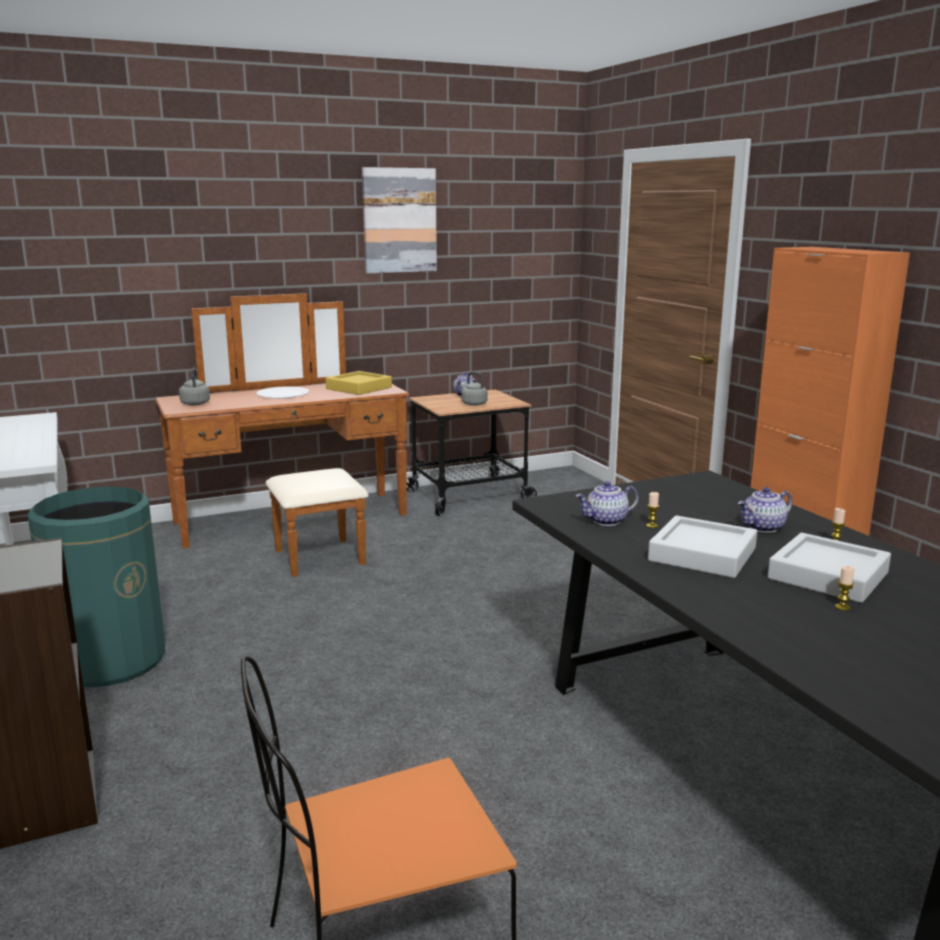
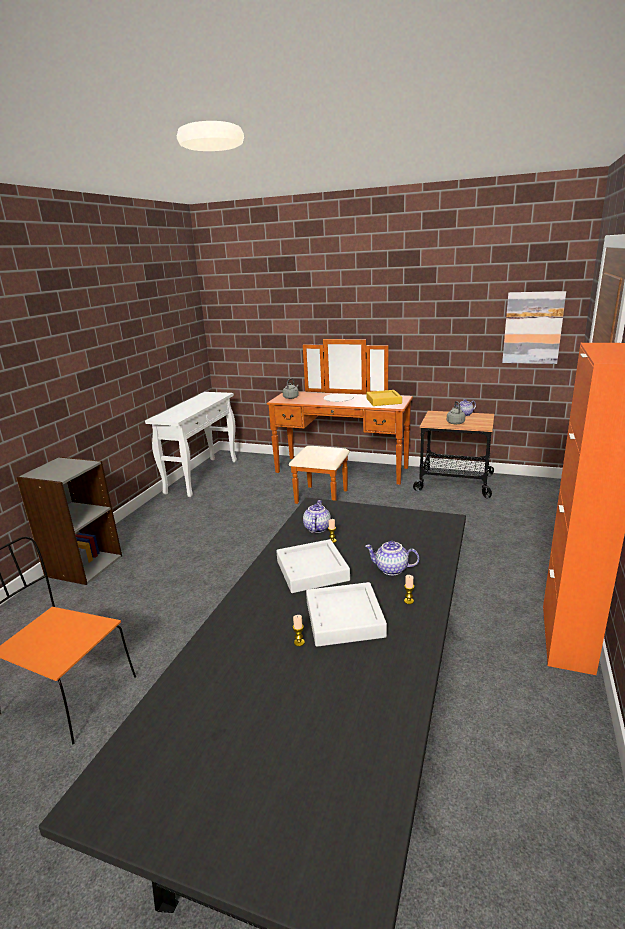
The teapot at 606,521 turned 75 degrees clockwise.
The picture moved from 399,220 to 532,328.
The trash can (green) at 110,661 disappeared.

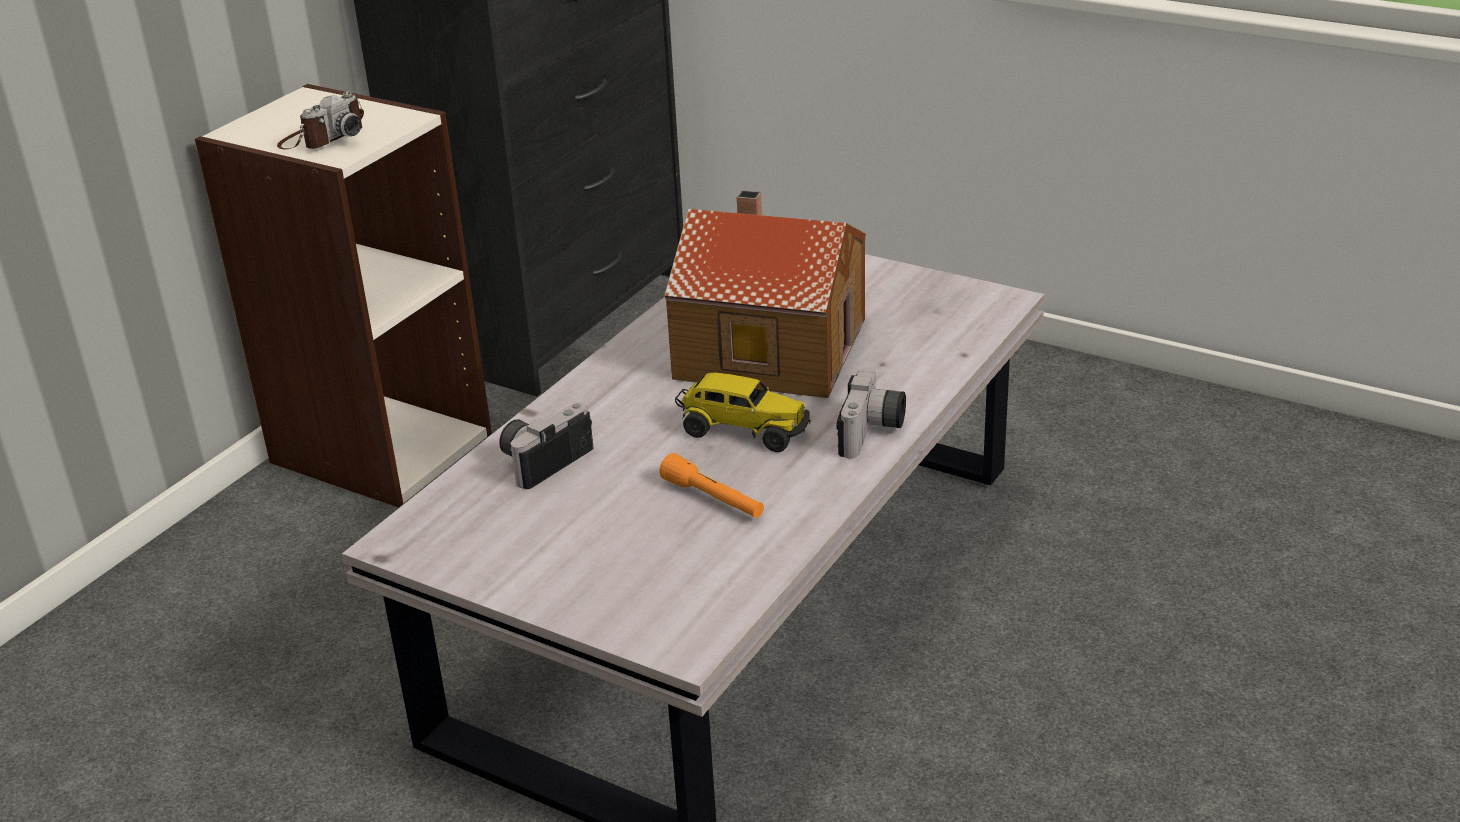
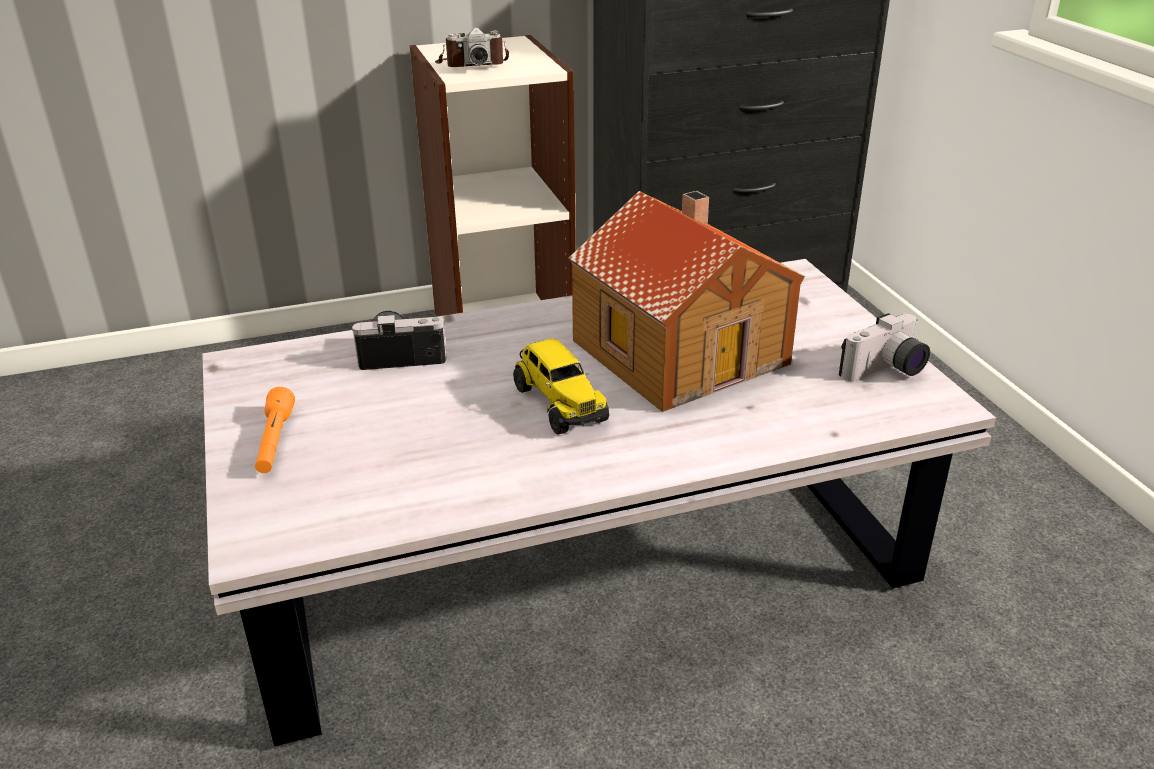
The flashlight (orange) moved from 713,499 to 275,442.
The photo camera moved from 873,433 to 886,371.

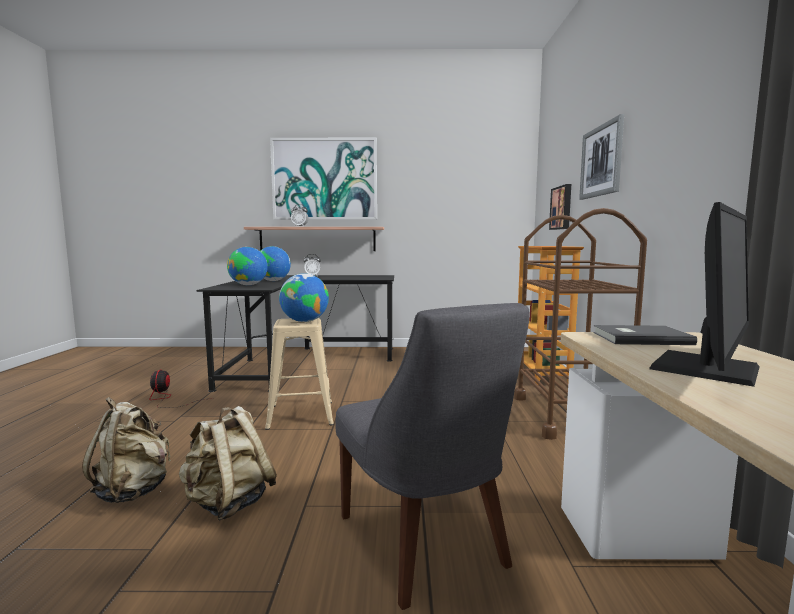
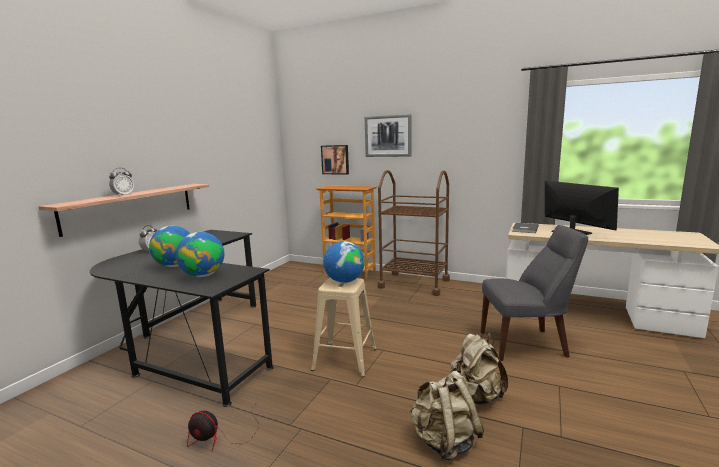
The picture at 325,179 disappeared.

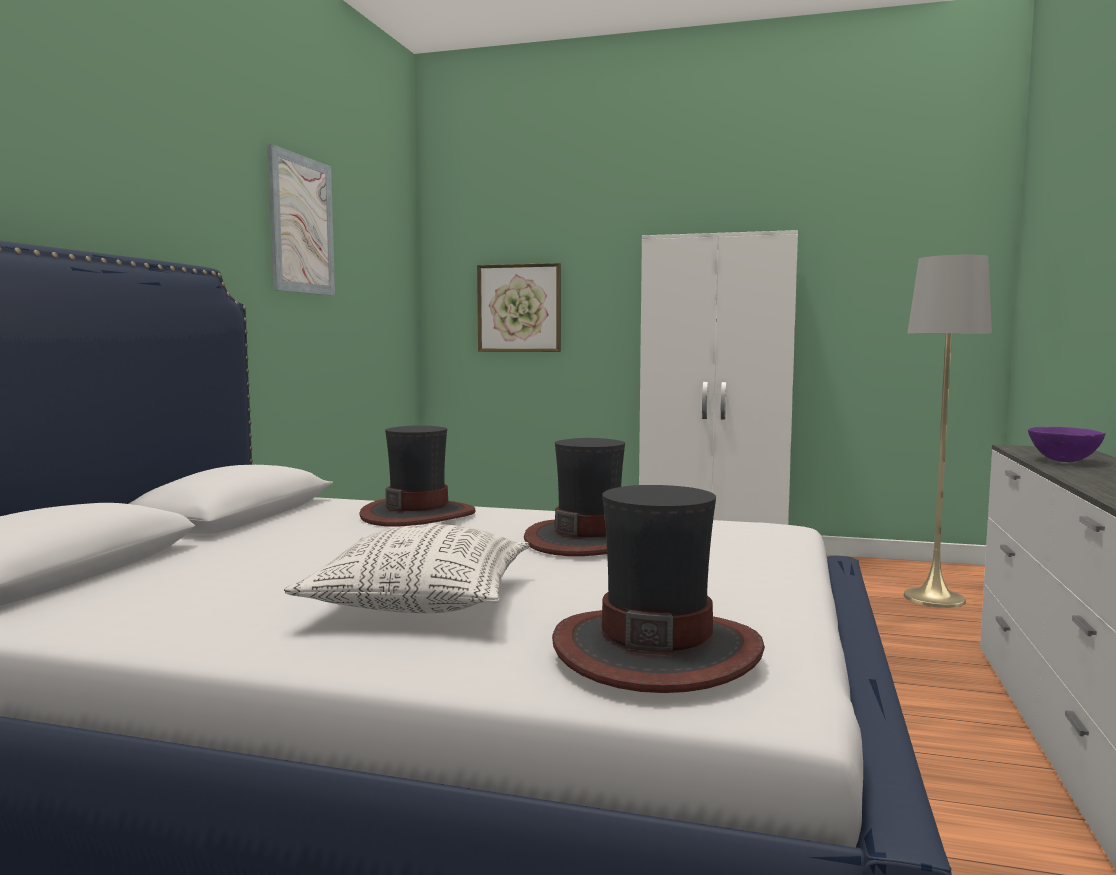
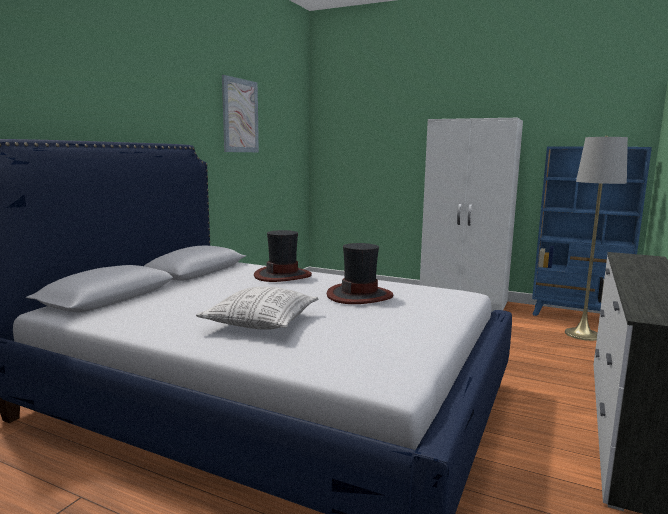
The bookcase (blue) at 577,316 appeared.
The picture at 519,308 disappeared.
The hat at 656,649 disappeared.
The bowl (purple) at 1062,461 disappeared.

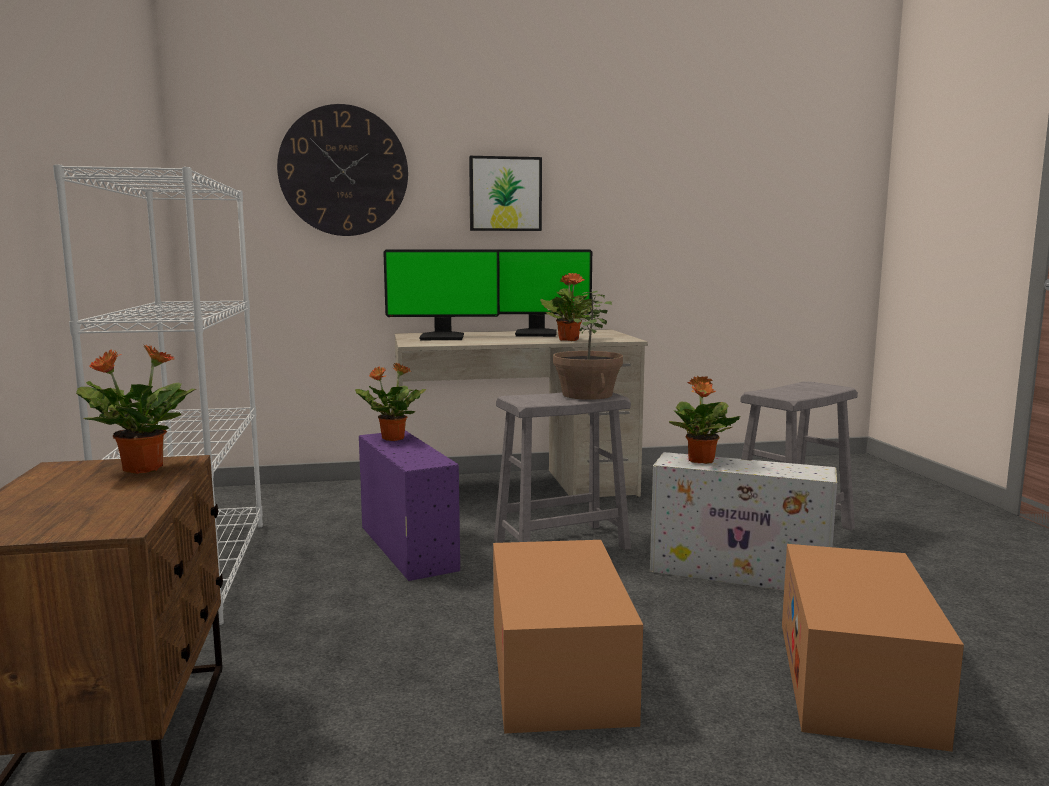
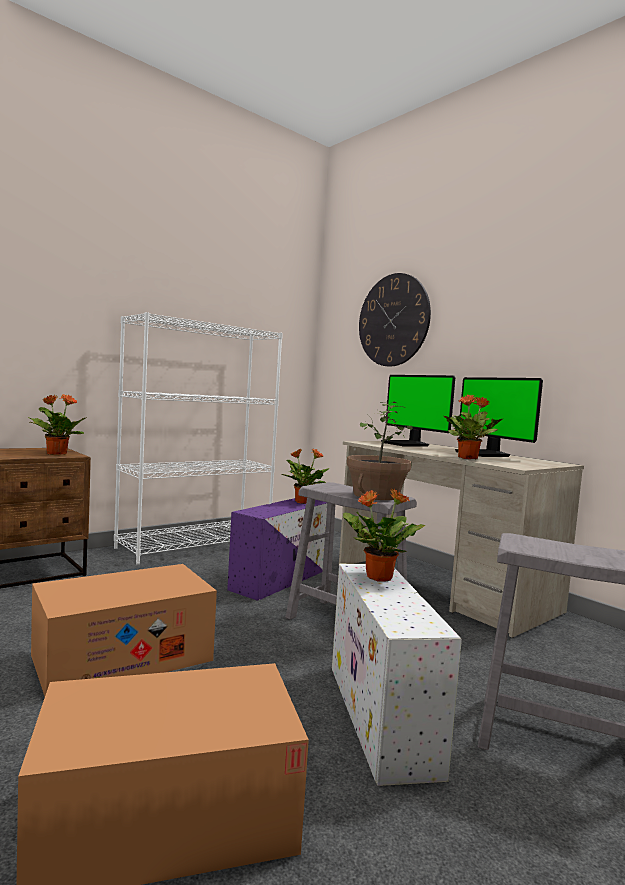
The picture at 505,194 disappeared.

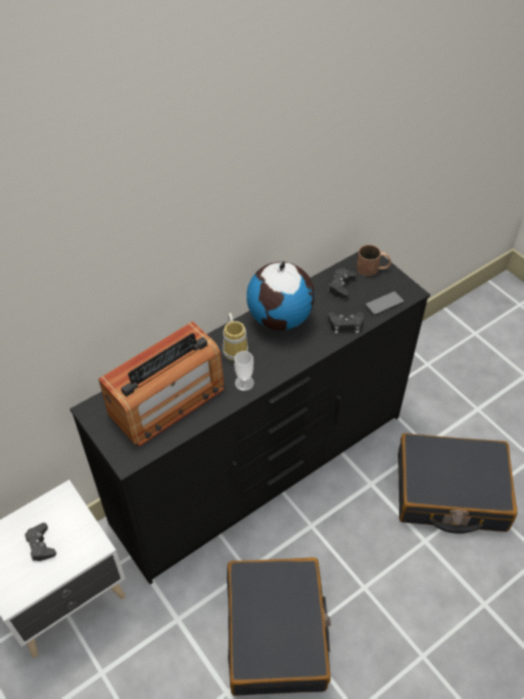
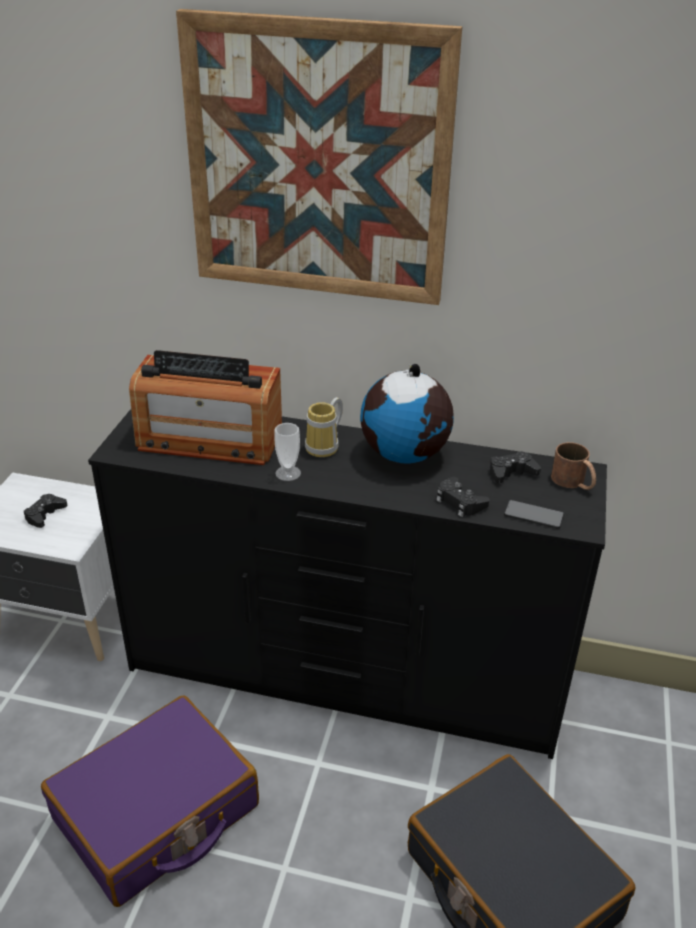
The suitcase (black) at 276,632 became the suitcase (purple) at 156,813.
The picture at 317,163 appeared.

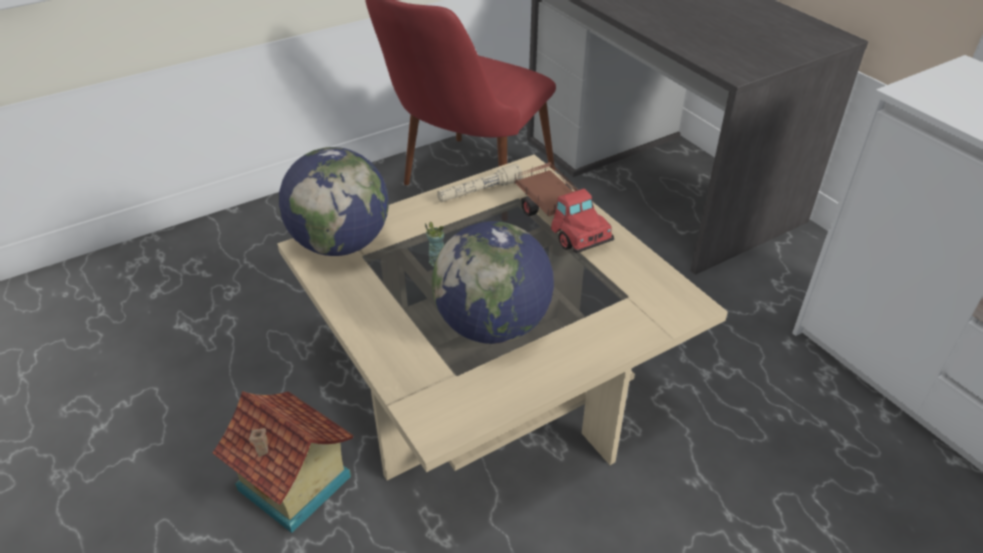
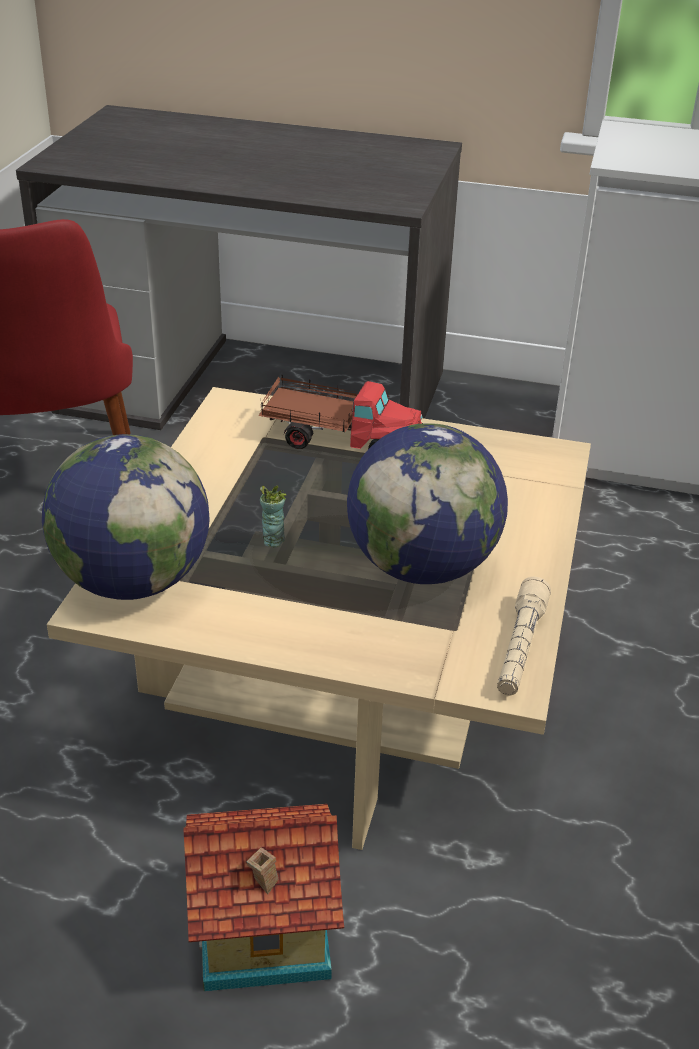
The flashlight (beige) moved from 479,191 to 520,648.

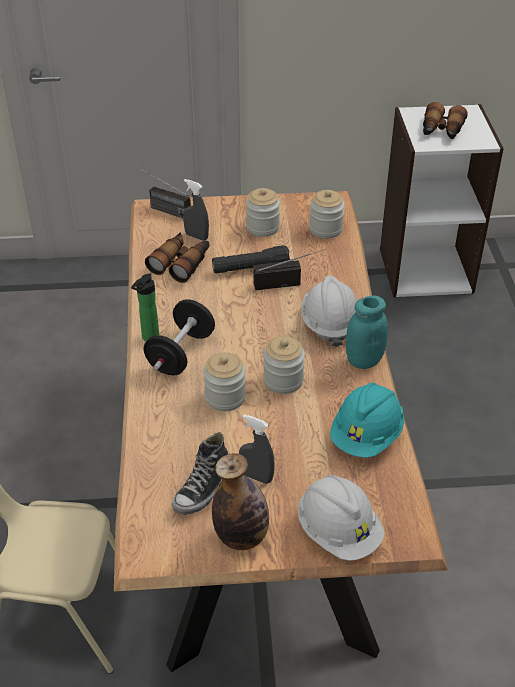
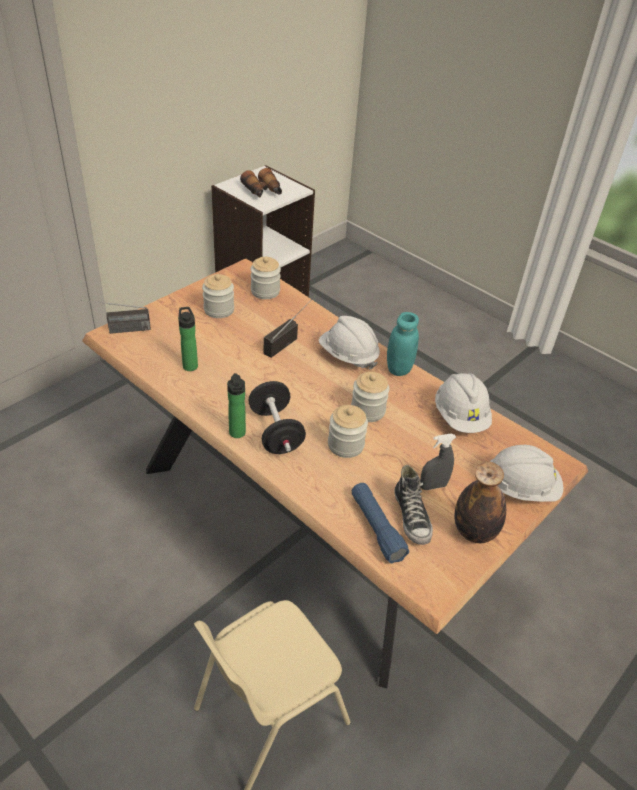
The binoculars at 181,263 was replaced by the bottle at 190,365.
The flashlight (blue) at 376,528 appeared.
The hard hat (turquoise) at 366,436 became the hard hat (white) at 460,417.
The spray bottle (grey) at 196,236 disappeared.
The flashlight (black) at 250,268 disappeared.

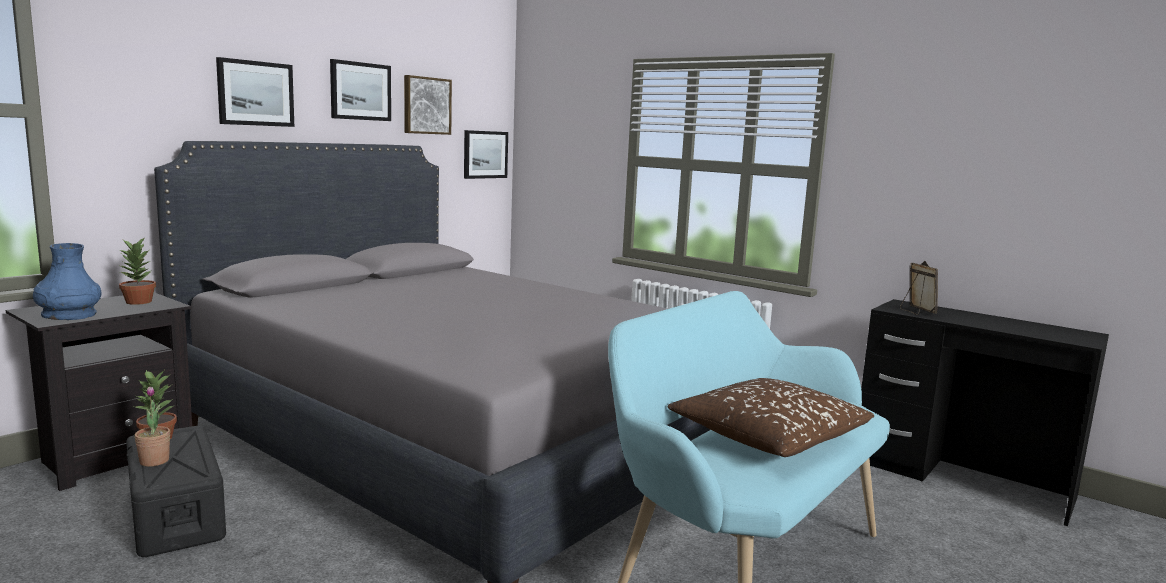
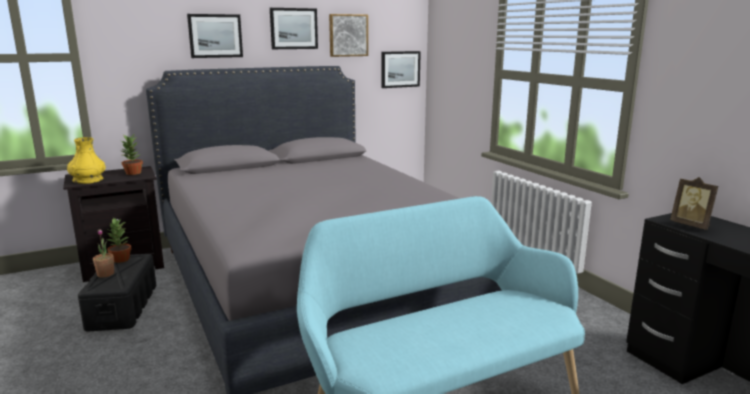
The vase (blue) at 69,315 became the vase (yellow) at 88,180.
The picture frame at 916,311 turned 135 degrees clockwise.
The pillow (brown) at 768,436 disappeared.

